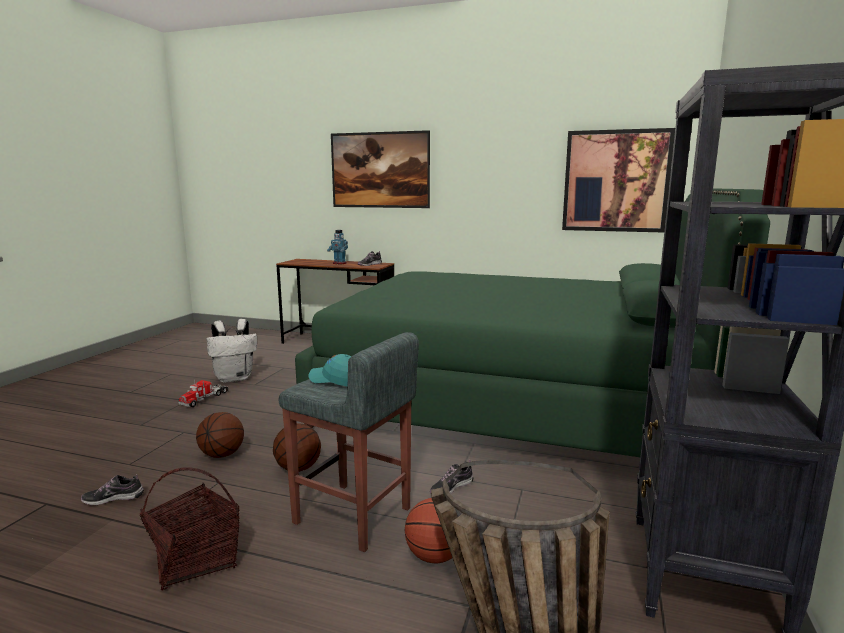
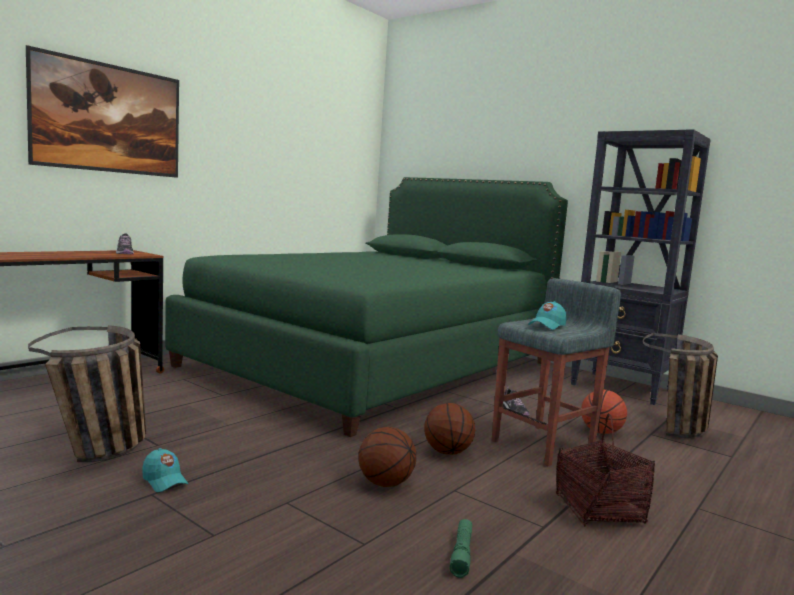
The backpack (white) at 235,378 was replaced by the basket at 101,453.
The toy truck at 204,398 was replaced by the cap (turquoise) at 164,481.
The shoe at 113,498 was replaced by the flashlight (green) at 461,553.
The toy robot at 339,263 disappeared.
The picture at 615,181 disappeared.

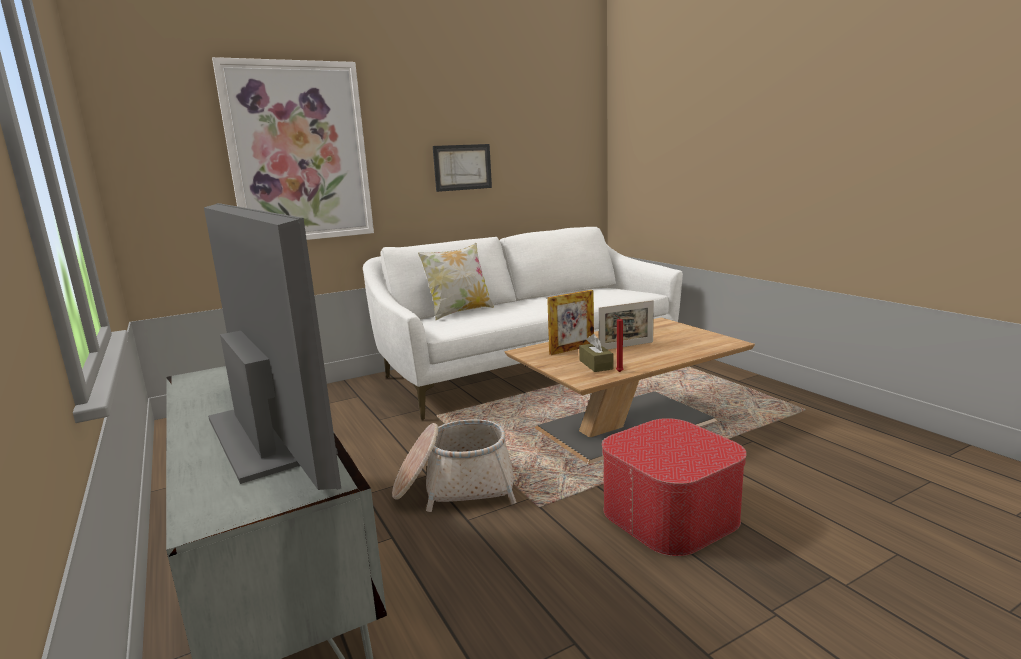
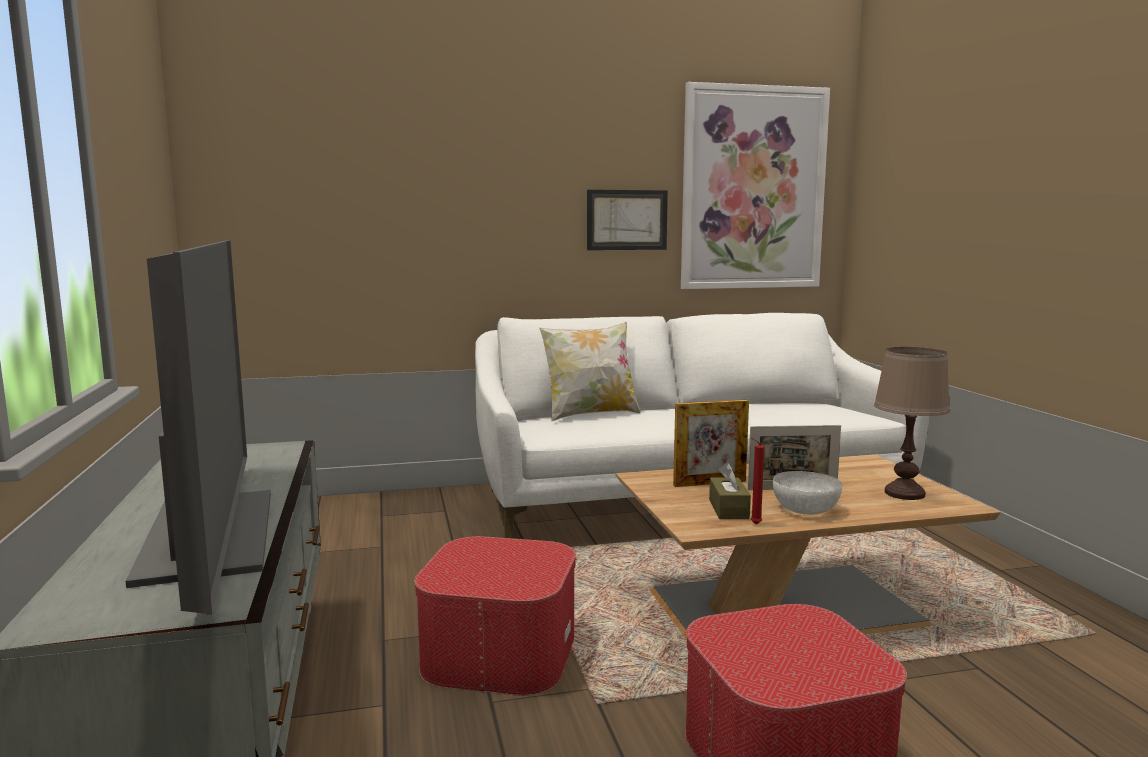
The basket at 455,487 was replaced by the ottoman at 499,652.
The picture moved from 299,153 to 753,189.
The bowl (white) at 805,509 appeared.
The table lamp (brown) at 904,493 appeared.

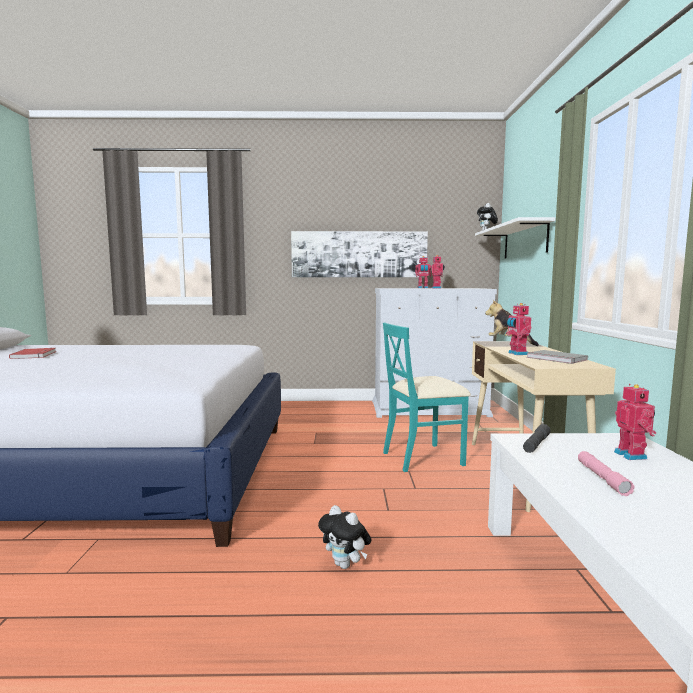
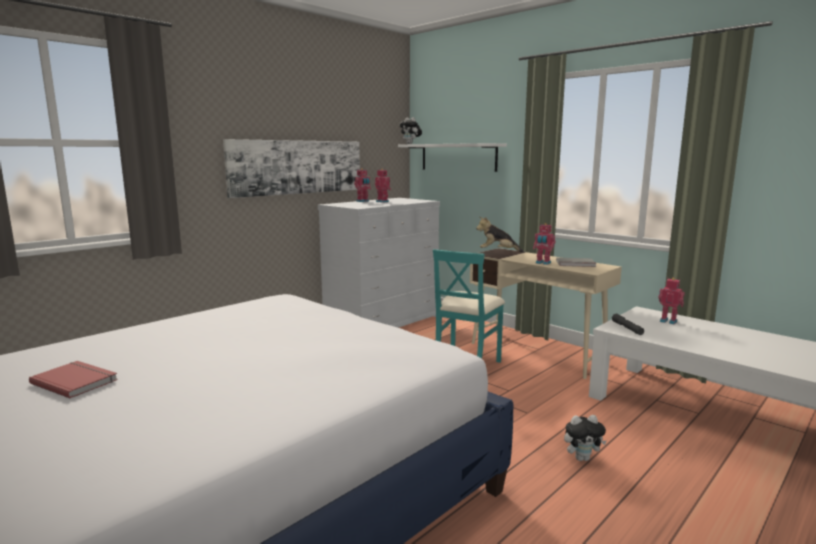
The flashlight (pink) at 602,478 disappeared.

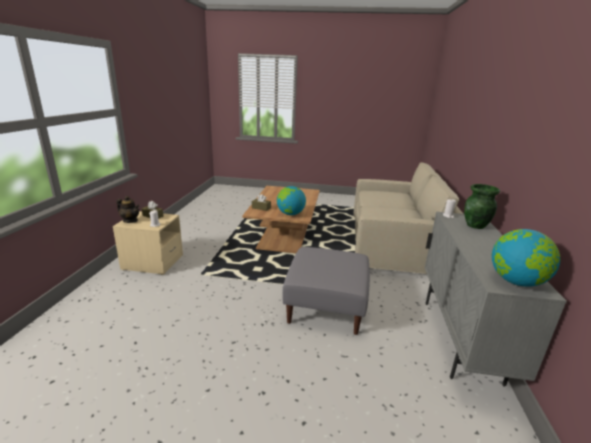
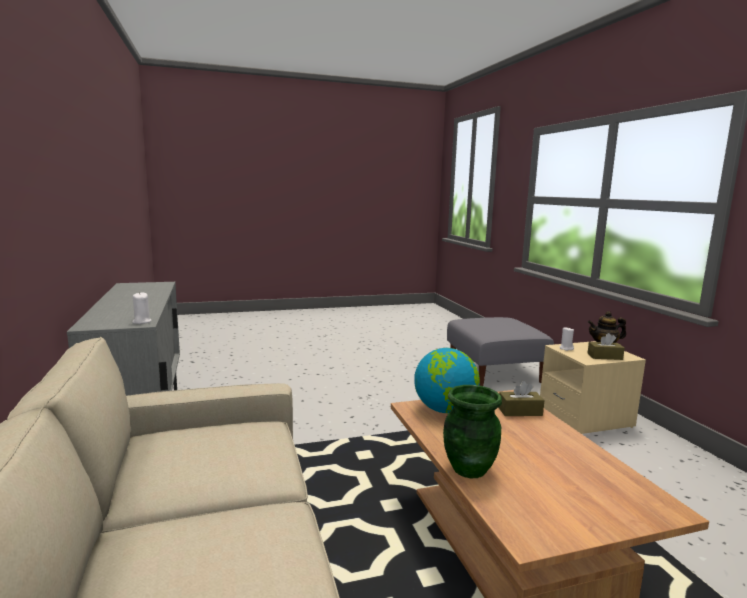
The vase (green) moved from 475,226 to 468,469.
The ottoman (grey) moved from 326,307 to 493,372.
The globe at 516,282 disappeared.

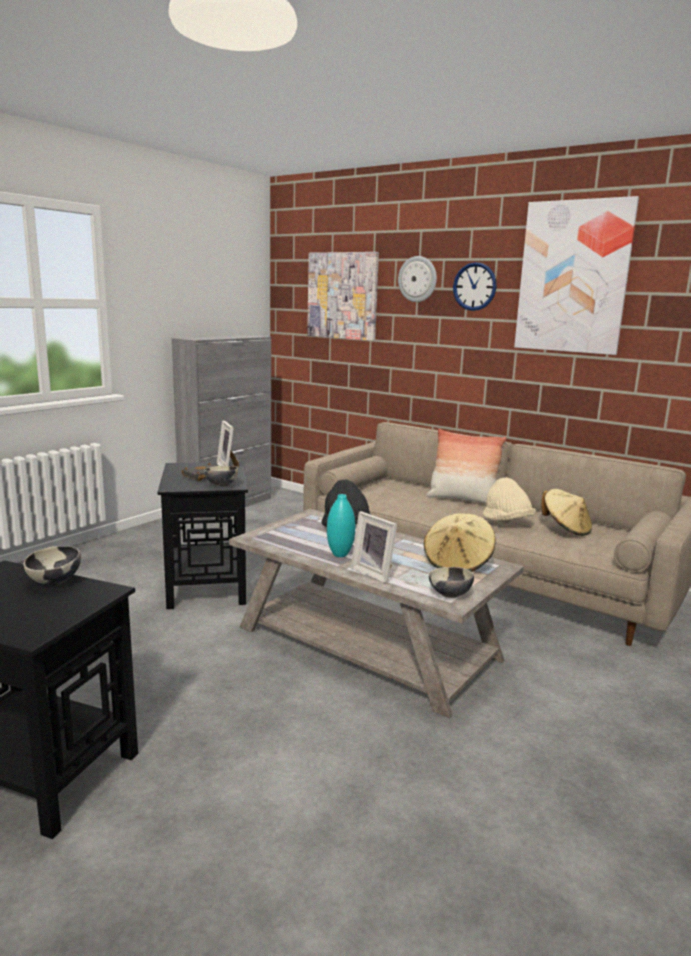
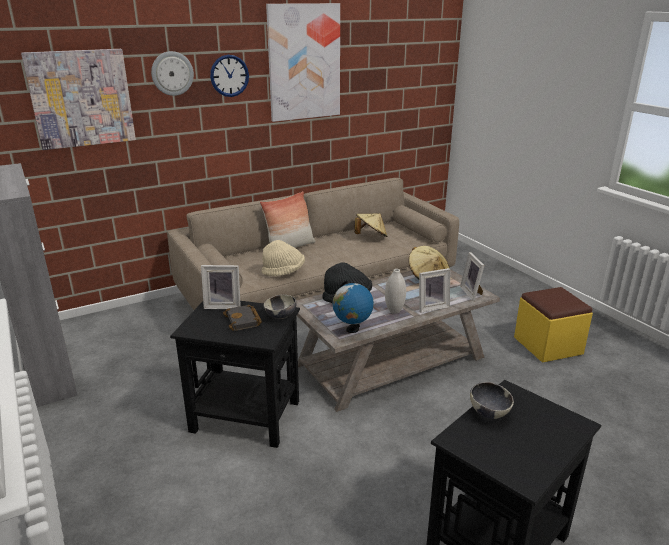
The hat (beige) moved from 507,522 to 284,272.
The globe at 352,329 appeared.
The vase (turquoise) at 340,554 became the vase (white) at 394,311.
The bowl at 449,595 was replaced by the picture frame at 472,293.
The ottoman (yellow) at 547,346 appeared.

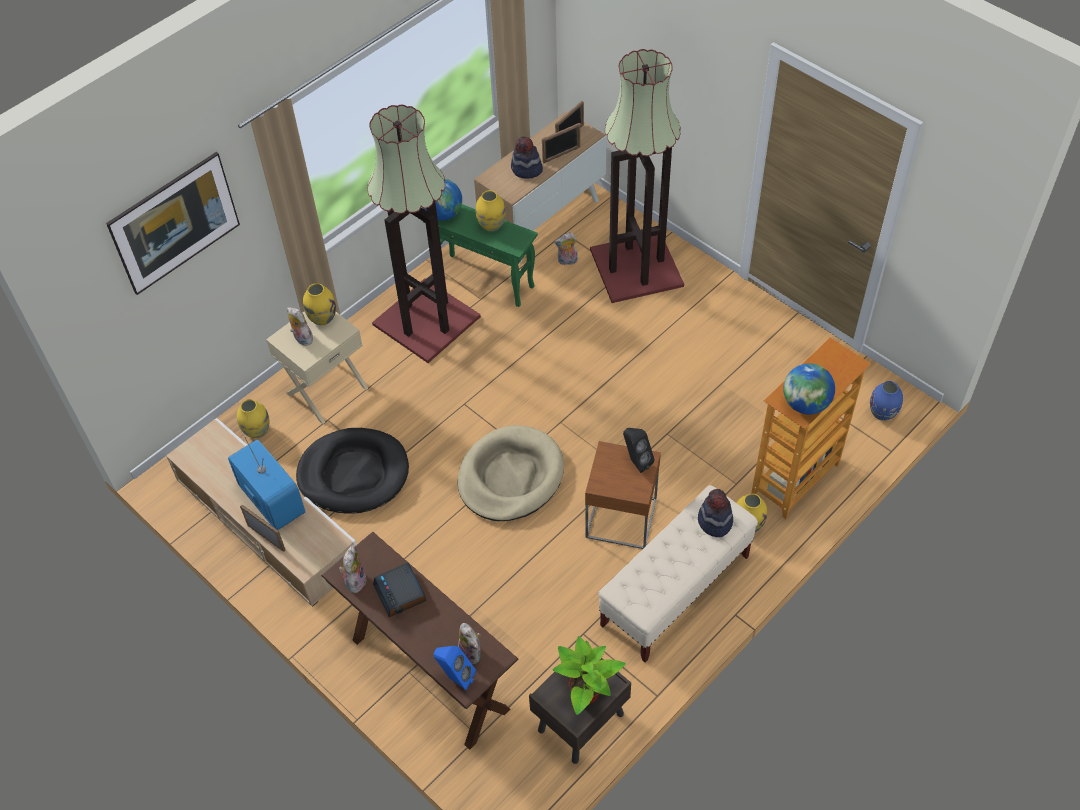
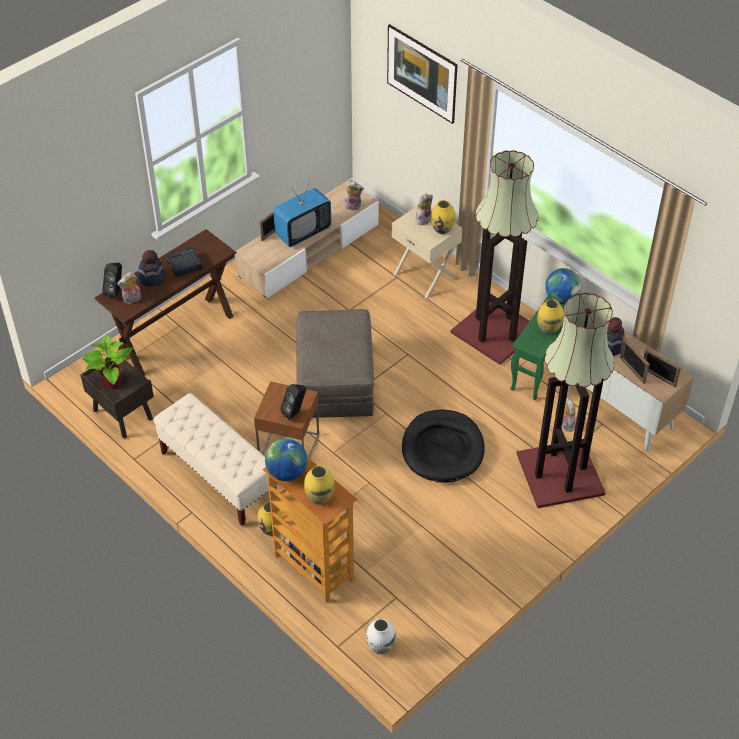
The speaker (blue) at 455,677 became the speaker (black) at 116,292.
The hat moved from 714,521 to 152,278.
The dog bed (beige) at 510,476 was replaced by the ottoman (grey) at 335,381.
The vase (yellow) moved from 257,431 to 319,497.
The plush toy moved from 354,580 to 353,205.
The vase (blue) at 882,413 became the vase (white) at 380,647.
The dog bed (black) moved from 353,473 to 442,449.

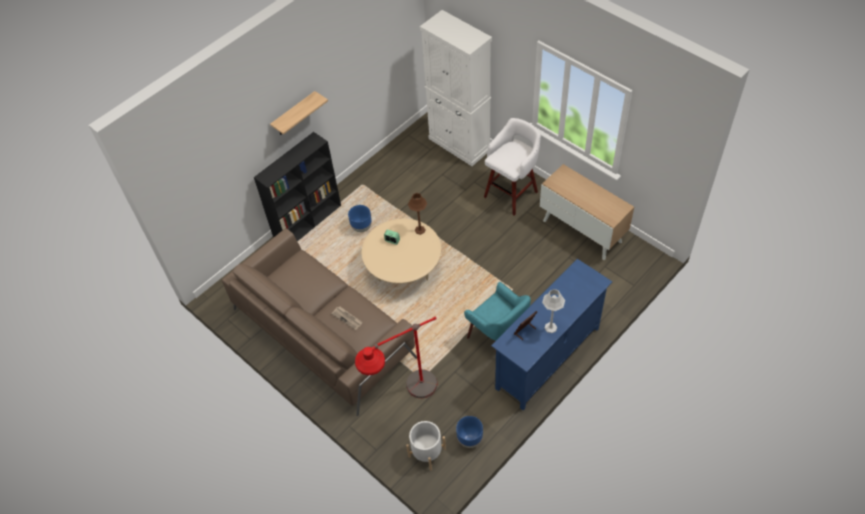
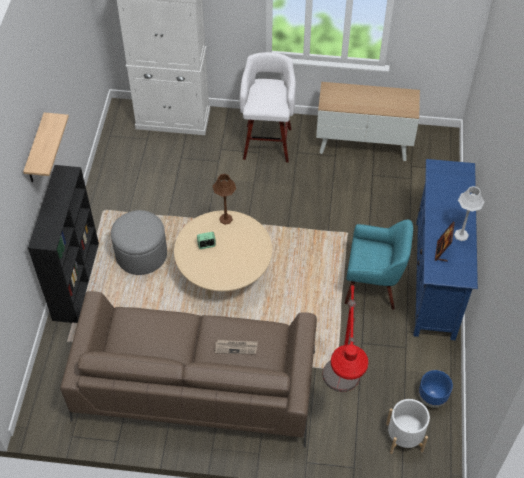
The planter (blue) at 361,227 was replaced by the ottoman (grey) at 141,254.

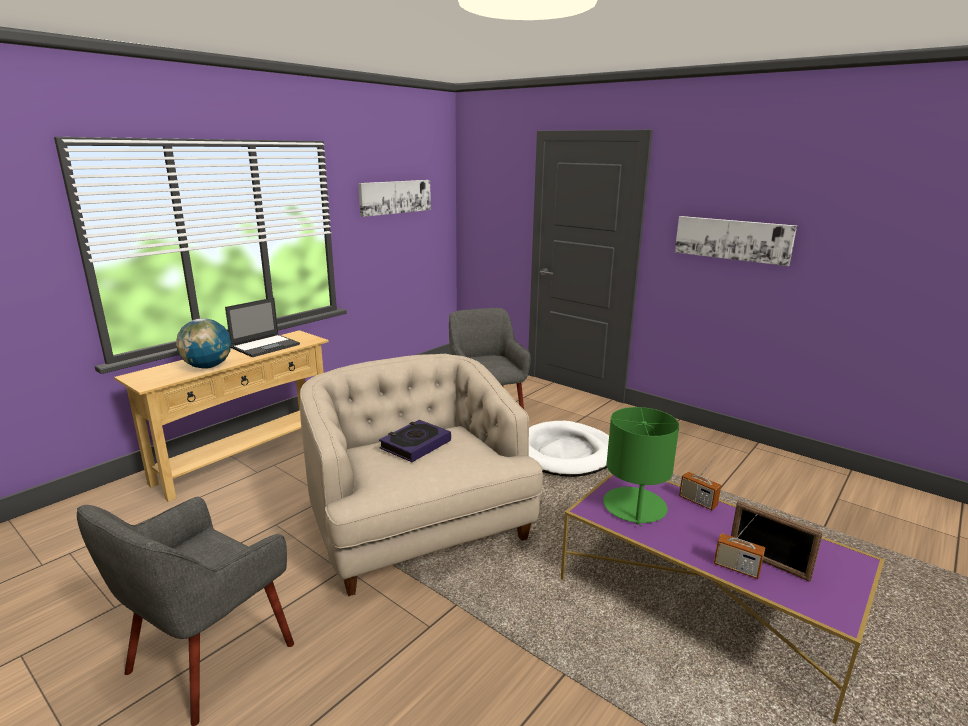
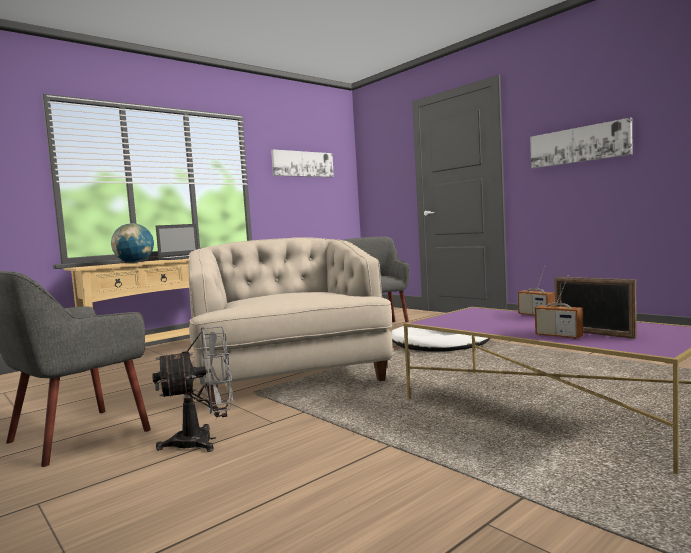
The fan (grey) at 204,441 appeared.
The book at 415,445 disappeared.
The table lamp (green) at 634,507 disappeared.

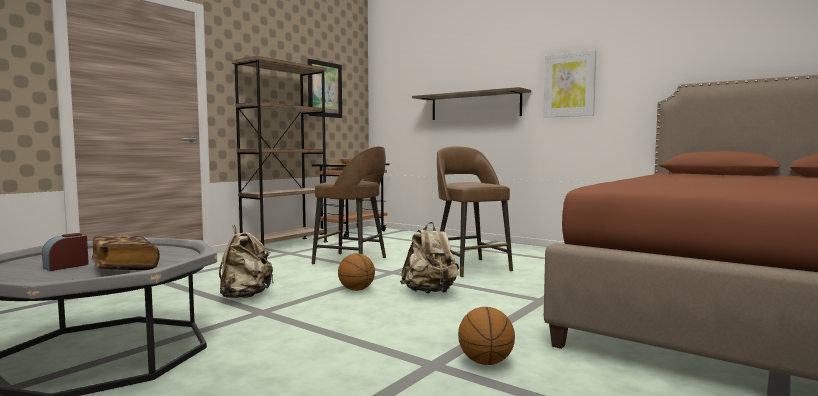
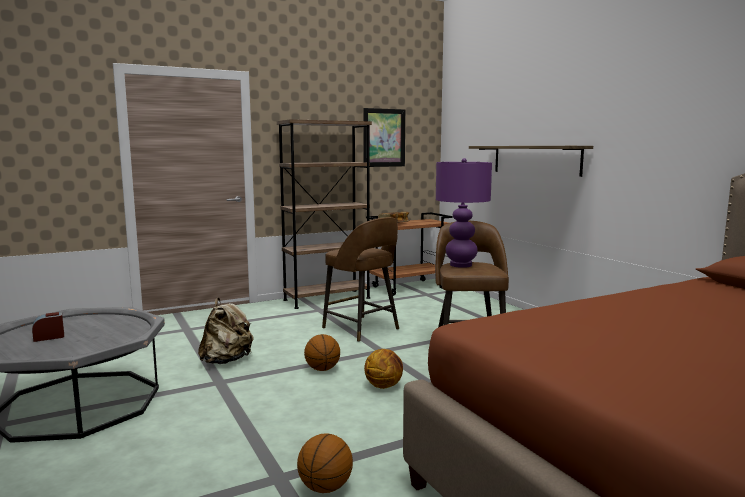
The backpack (beige) at 430,292 was replaced by the basketball at 384,386.
The table lamp (purple) at 461,265 appeared.
The book at 125,268 disappeared.
The picture at 569,85 disappeared.

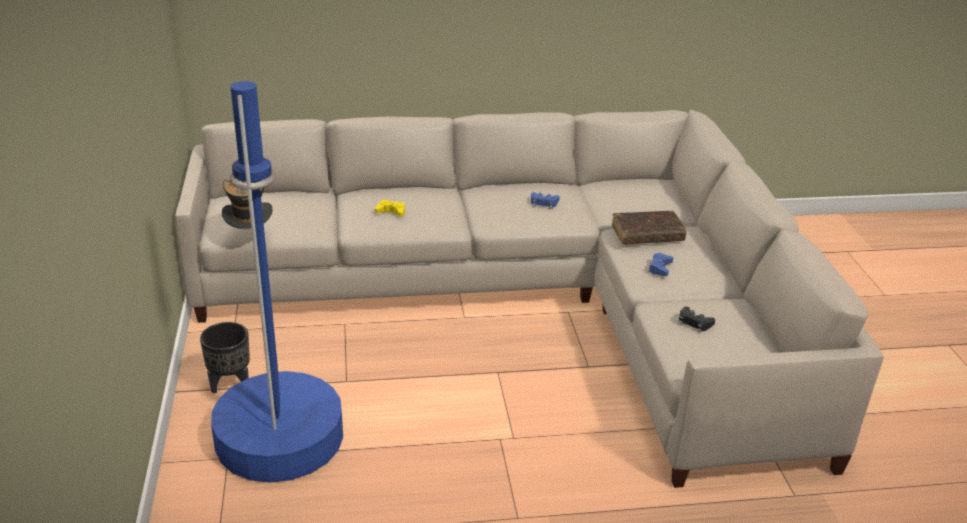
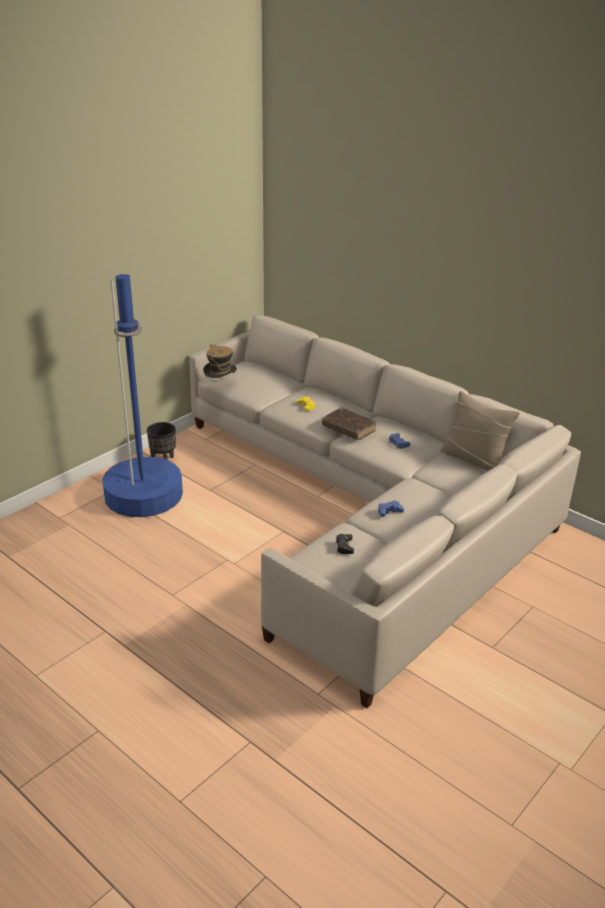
The book (brown) moved from 647,235 to 349,429.
The pillow (beige) at 474,460 appeared.

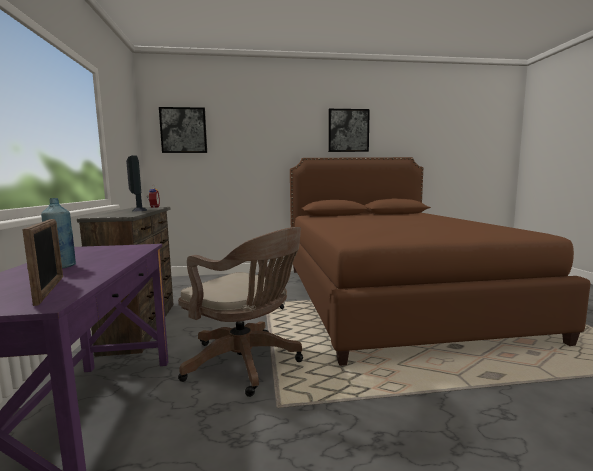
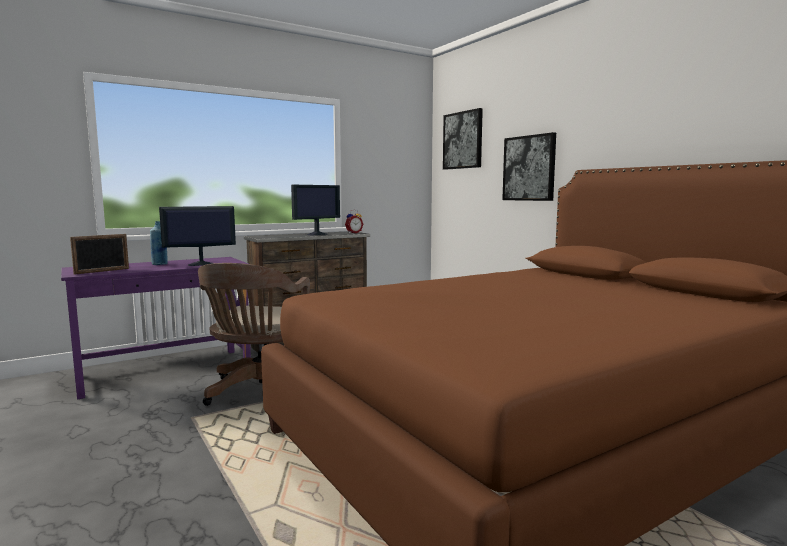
The monitor at 200,264 appeared.
The picture moved from 348,130 to 529,168.

